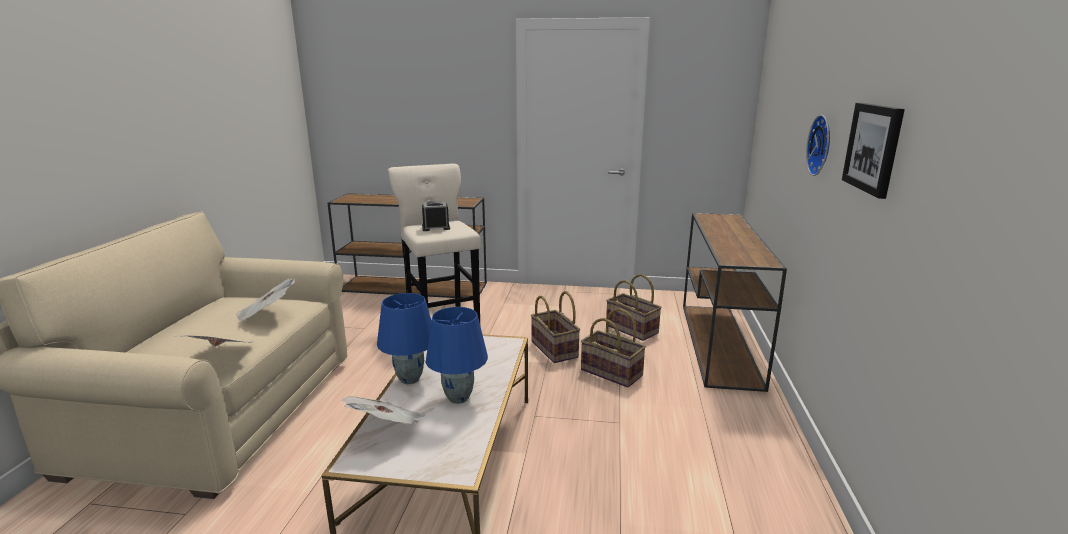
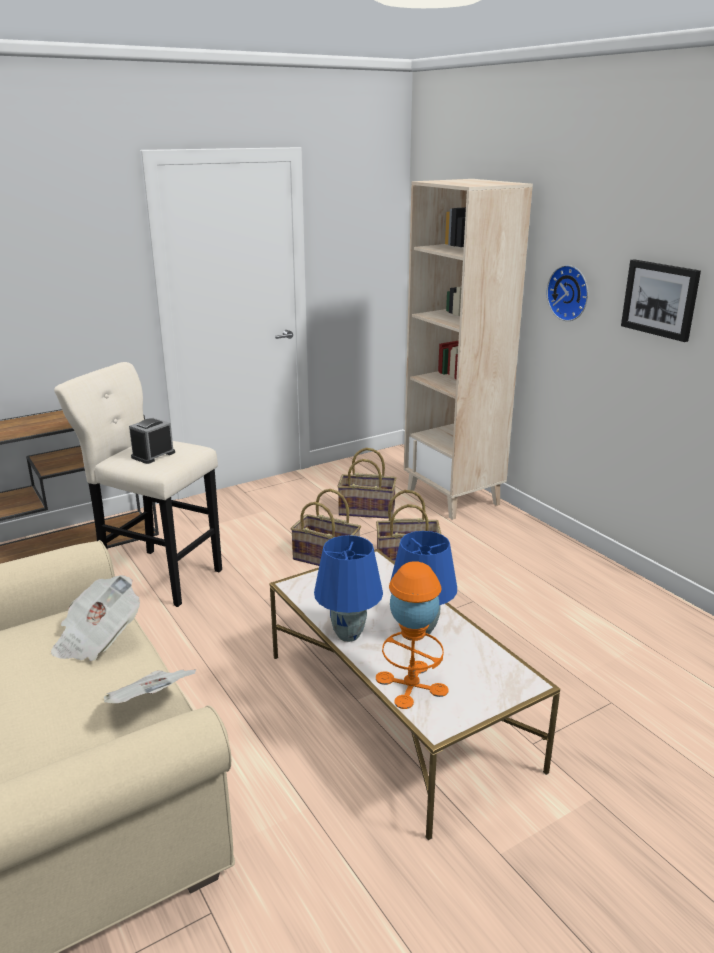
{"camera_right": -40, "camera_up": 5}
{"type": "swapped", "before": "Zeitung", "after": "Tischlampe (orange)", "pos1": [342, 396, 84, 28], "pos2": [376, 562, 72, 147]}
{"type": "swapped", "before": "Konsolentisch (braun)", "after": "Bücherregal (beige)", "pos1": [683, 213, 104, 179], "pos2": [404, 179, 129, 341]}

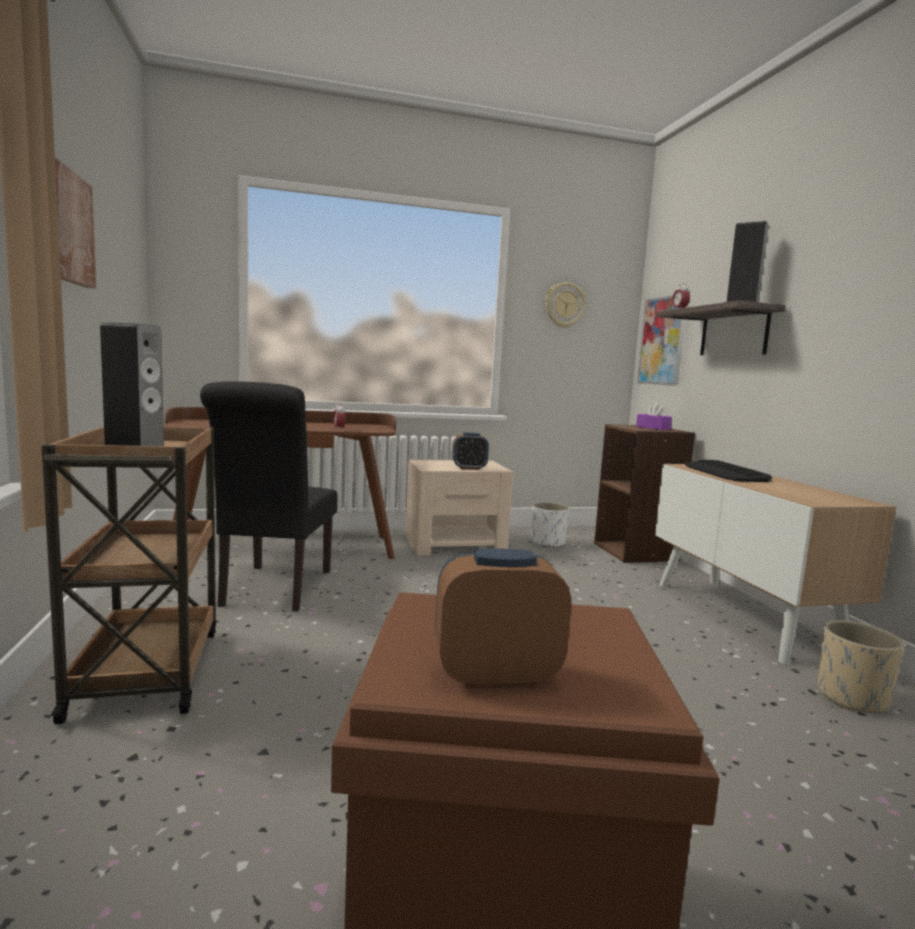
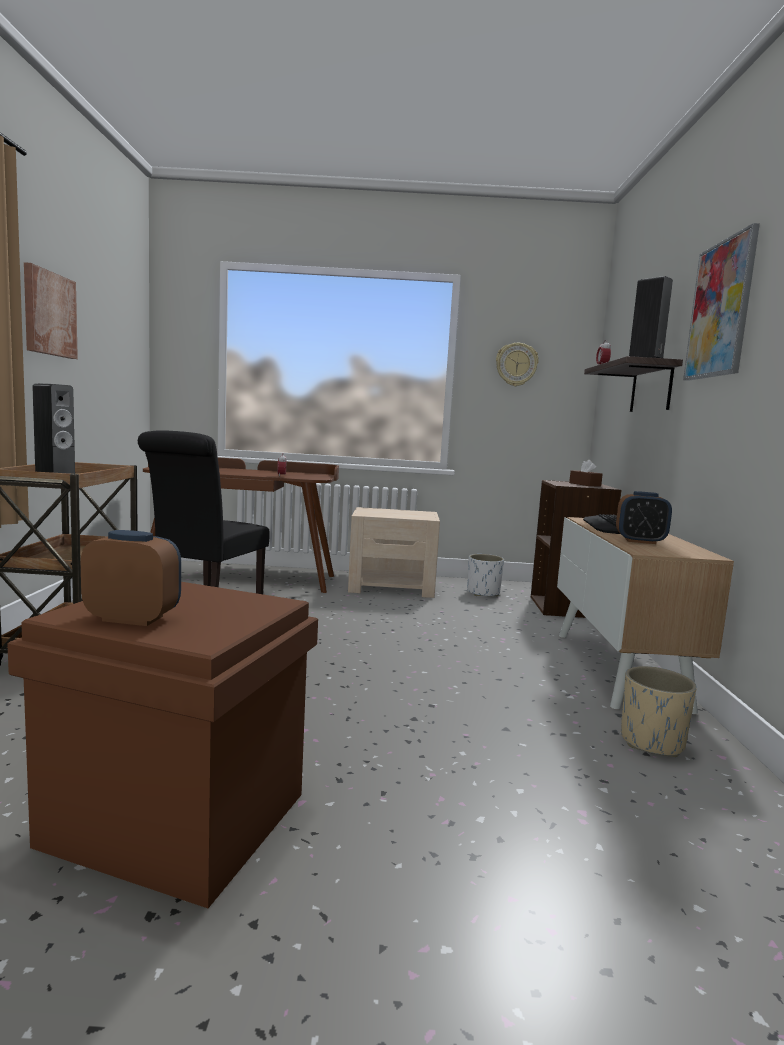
{"camera_right": 15, "camera_up": 0}
{"type": "shifted", "before": "Wecker", "pos1": [453, 432, 36, 38], "pos2": [616, 491, 56, 53]}
{"type": "repainted", "before": "Taschentuchbox (lila)", "after": "Taschentuchbox (braun)", "pos1": [636, 403, 36, 27], "pos2": [569, 460, 34, 26]}
{"type": "shifted", "before": "Bild", "pos1": [638, 295, 49, 91], "pos2": [683, 223, 77, 158]}

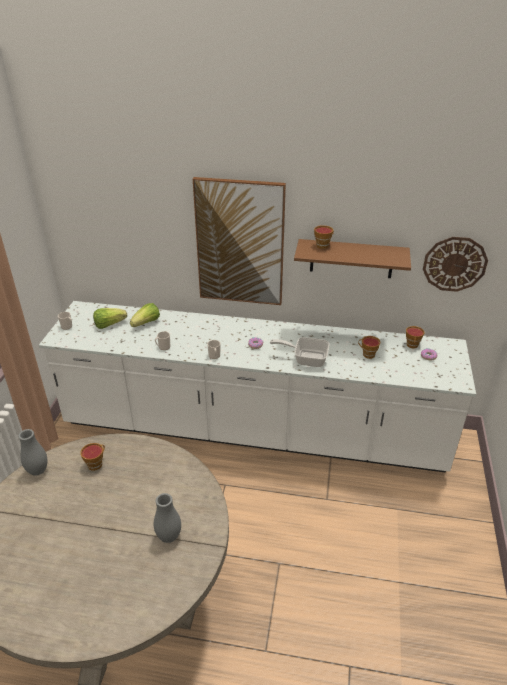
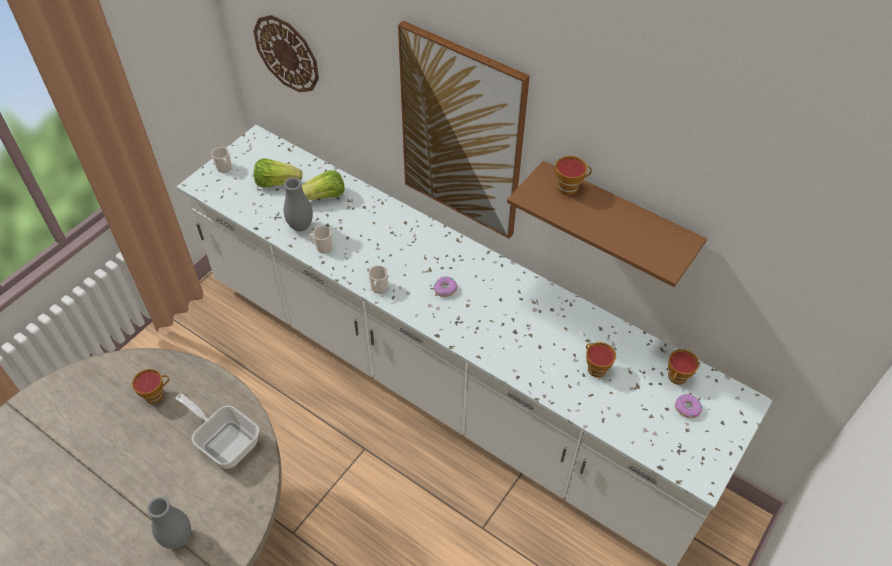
{"camera_right": 25, "camera_up": 15}
{"type": "shifted", "before": "Vase (grau)", "pos1": [18, 429, 30, 47], "pos2": [284, 178, 29, 54]}
{"type": "shifted", "before": "Pfanne", "pos1": [270, 337, 60, 30], "pos2": [175, 394, 84, 75]}
{"type": "shifted", "before": "Wanduhr", "pos1": [423, 237, 65, 55], "pos2": [253, 15, 66, 77]}

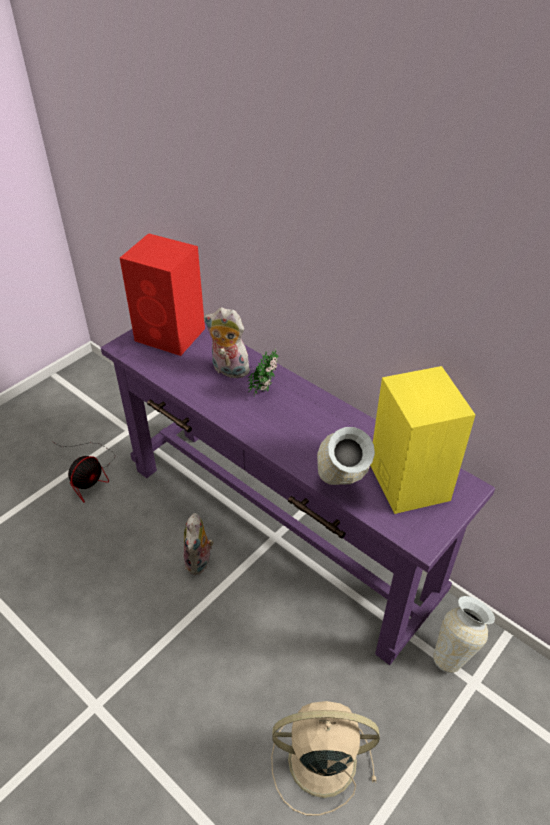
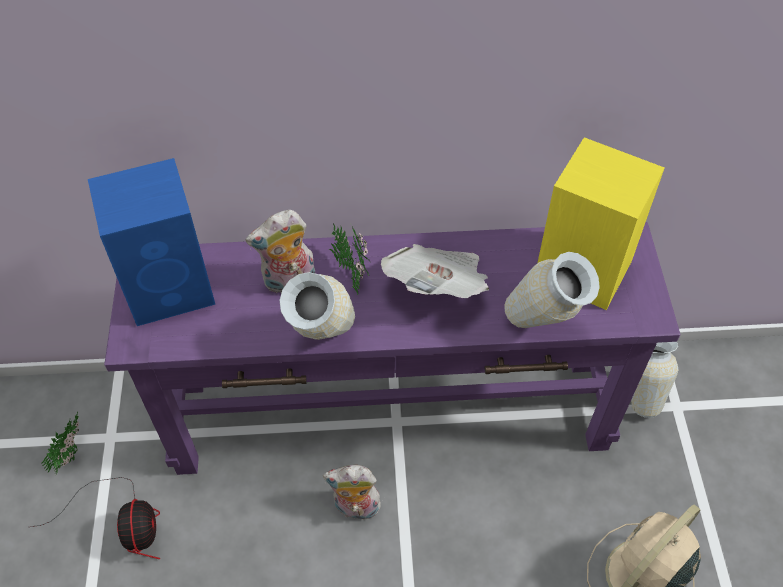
{"camera_right": -45, "camera_up": 10}
{"type": "repainted", "before": "Lautsprecher (rot)", "after": "Lautsprecher (blau)", "pos1": [120, 233, 85, 123], "pos2": [88, 158, 127, 168]}
{"type": "rotated", "before": "Plüschtier", "pos1": [184, 513, 30, 62], "pos2": [323, 465, 58, 55], "turn": 135}
{"type": "new", "after": "Topfpflanze", "pos2": [42, 411, 37, 63]}
{"type": "new", "after": "Vase", "pos2": [279, 272, 76, 68]}
{"type": "new", "after": "Zeitung", "pos2": [381, 244, 108, 54]}

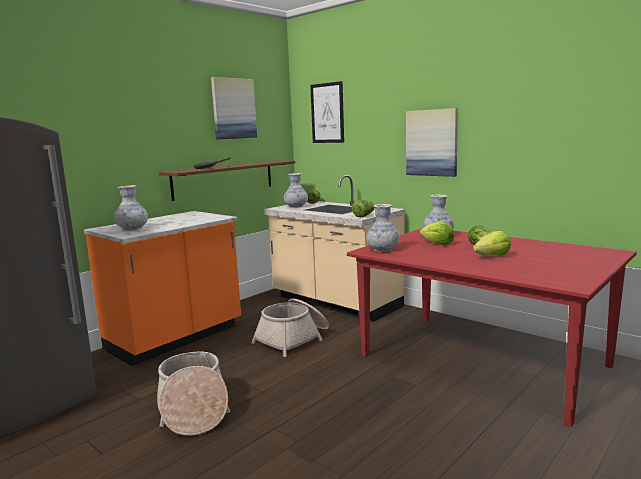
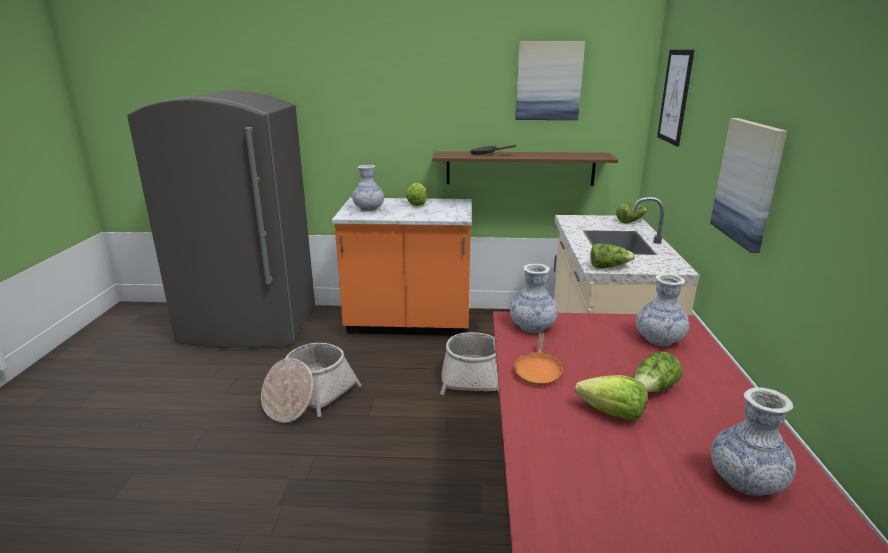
{"camera_right": 50, "camera_up": 10}
{"type": "shifted", "before": "Vase", "pos1": [284, 173, 24, 35], "pos2": [711, 387, 85, 109]}
{"type": "shifted", "before": "Salatkopf", "pos1": [420, 222, 34, 23], "pos2": [406, 183, 21, 23]}
{"type": "new", "after": "Pfanne (orange)", "pos2": [514, 332, 49, 54]}

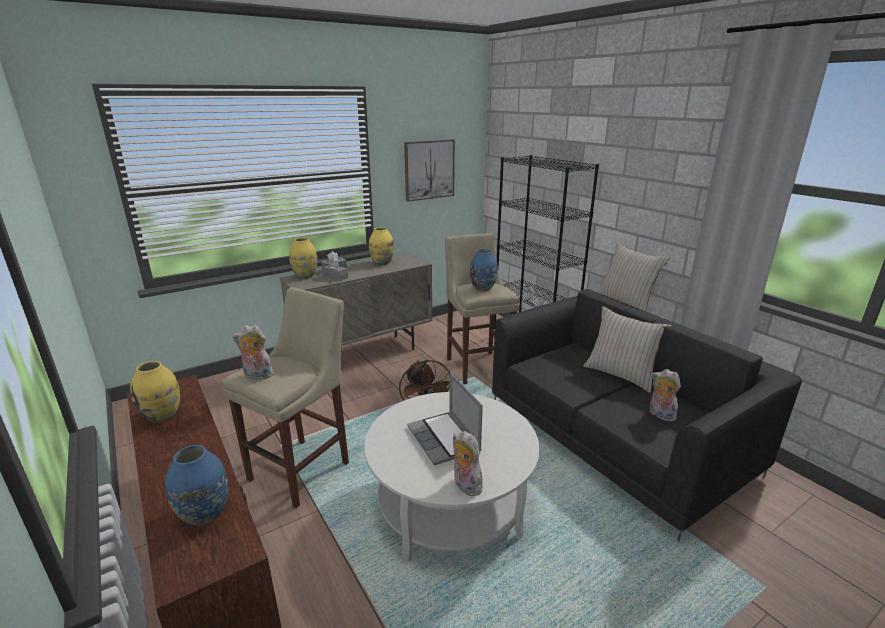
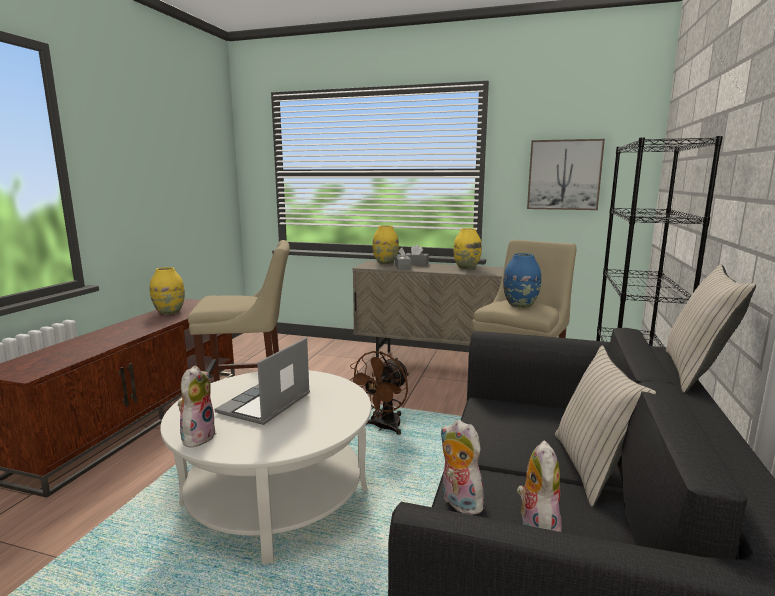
{"camera_right": 50, "camera_up": -10}
{"type": "gone", "before": "Vase (blau)", "pos1": [165, 445, 63, 81]}
{"type": "shifted", "before": "Plüschtier", "pos1": [232, 325, 42, 54], "pos2": [440, 420, 49, 95]}

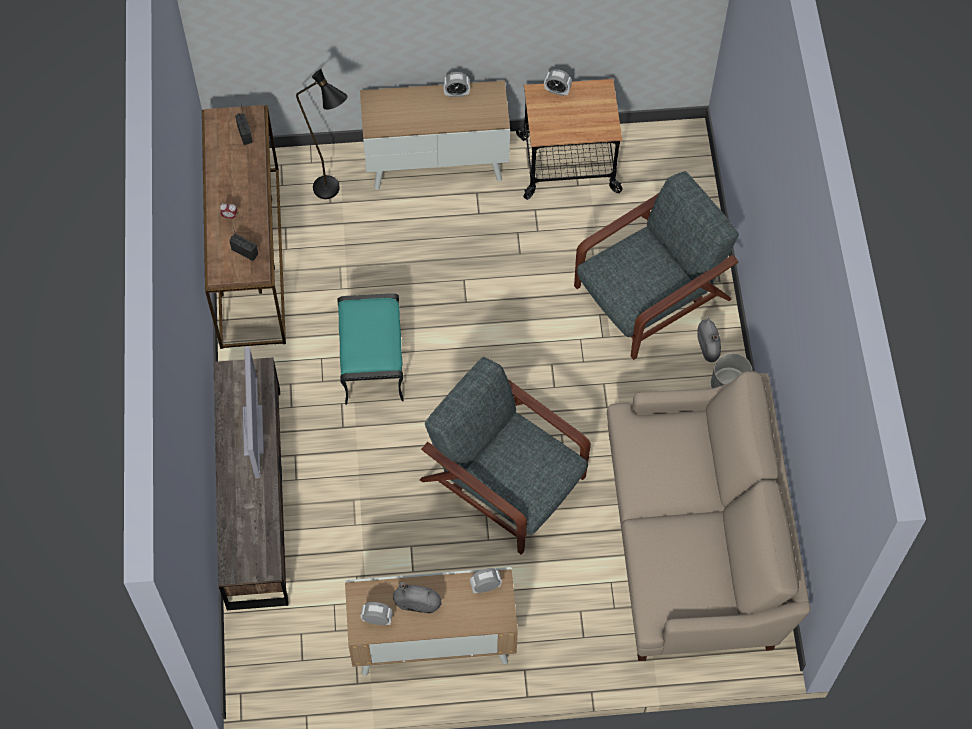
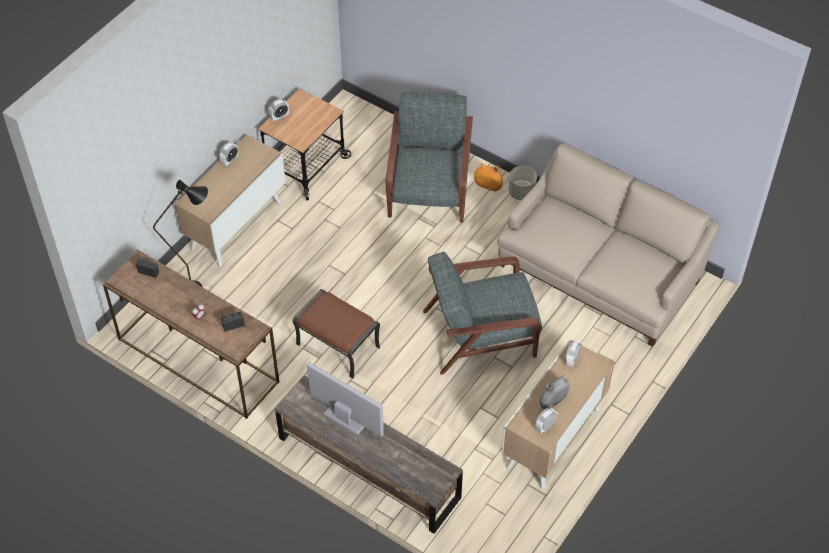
{"camera_right": -50, "camera_up": -10}
{"type": "repainted", "before": "Polsterhocker (türkis)", "after": "Polsterhocker (braun)", "pos1": [338, 293, 66, 112], "pos2": [293, 289, 87, 90]}
{"type": "repainted", "before": "Vase (grau)", "after": "Vase (orange)", "pos1": [697, 317, 24, 45], "pos2": [474, 163, 29, 28]}

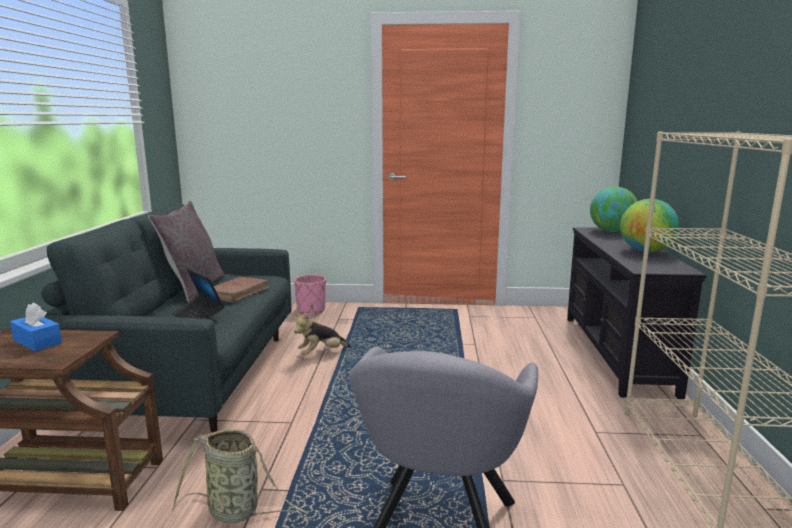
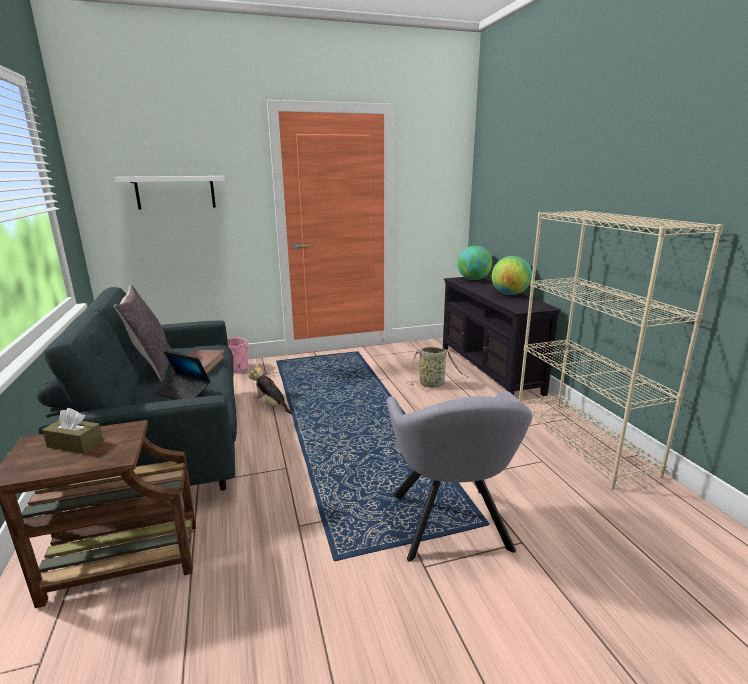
{"camera_right": -20, "camera_up": 5}
{"type": "repainted", "before": "Taschentuchbox (blau)", "after": "Taschentuchbox (braun)", "pos1": [10, 303, 52, 48], "pos2": [42, 408, 61, 46]}
{"type": "shifted", "before": "Korb", "pos1": [172, 429, 136, 94], "pos2": [406, 347, 63, 41]}
{"type": "rotated", "before": "Plüschtier", "pos1": [294, 314, 57, 41], "pos2": [248, 364, 45, 50], "turn": 90}
{"type": "new", "after": "Wandregal (weiß)", "pos2": [115, 176, 110, 34]}

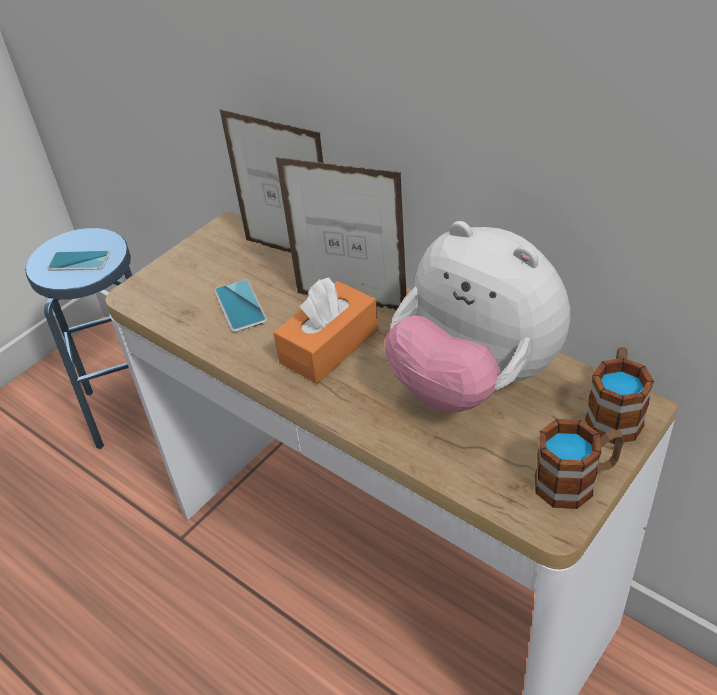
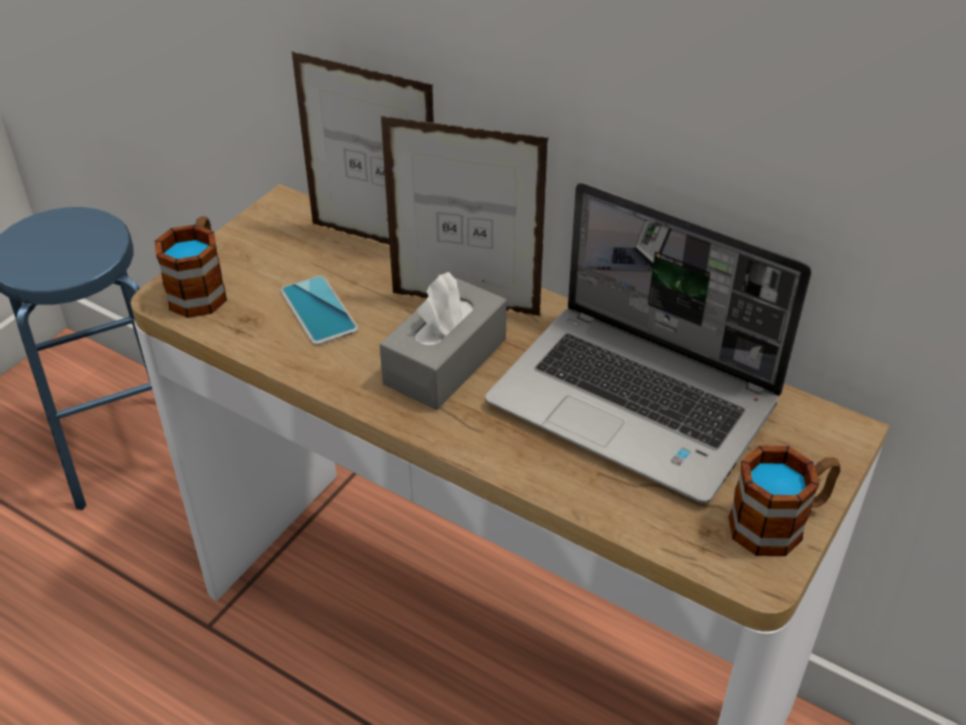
{"camera_right": -10, "camera_up": 0}
{"type": "gone", "before": "Handy", "pos1": [47, 251, 63, 20]}
{"type": "repainted", "before": "Taschentuchbox (orange)", "after": "Taschentuchbox (grau)", "pos1": [273, 278, 105, 106], "pos2": [379, 272, 128, 138]}
{"type": "swapped", "before": "Plüschtier", "after": "Laptop", "pos1": [385, 221, 185, 192], "pos2": [485, 182, 327, 321]}
{"type": "shifted", "before": "Henkelbecher", "pos1": [585, 347, 69, 97], "pos2": [155, 216, 72, 102]}

